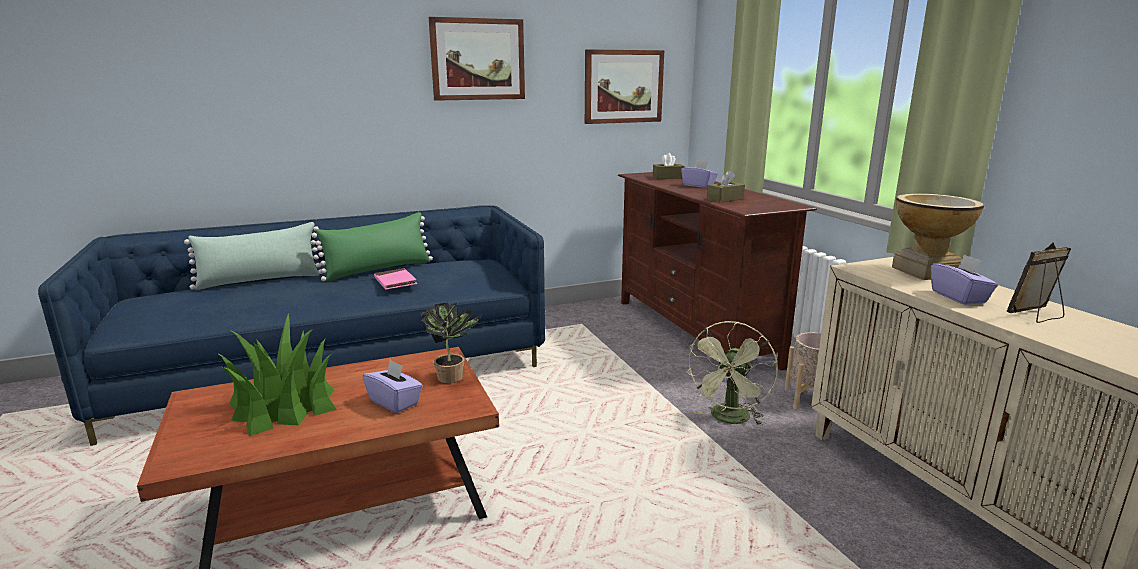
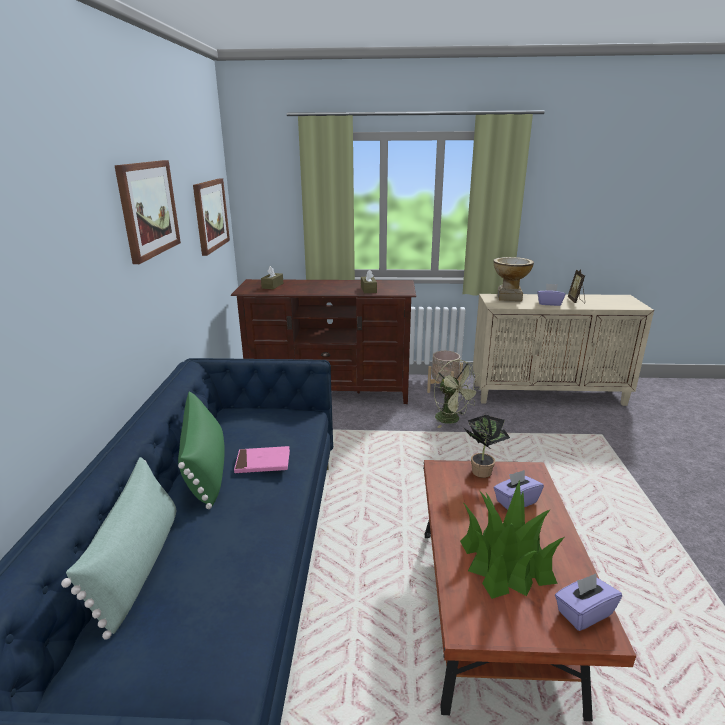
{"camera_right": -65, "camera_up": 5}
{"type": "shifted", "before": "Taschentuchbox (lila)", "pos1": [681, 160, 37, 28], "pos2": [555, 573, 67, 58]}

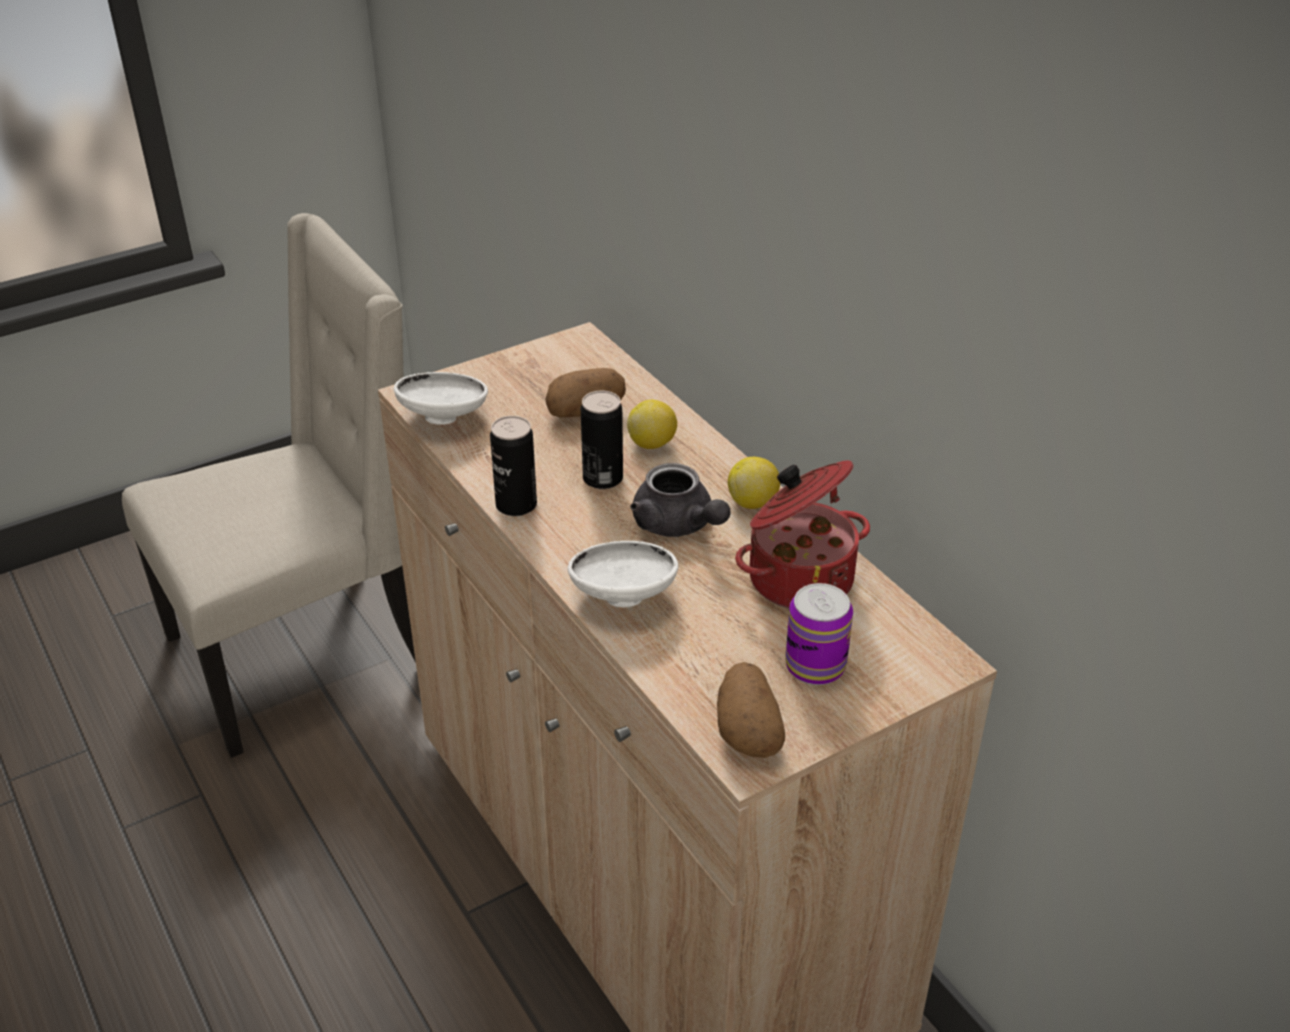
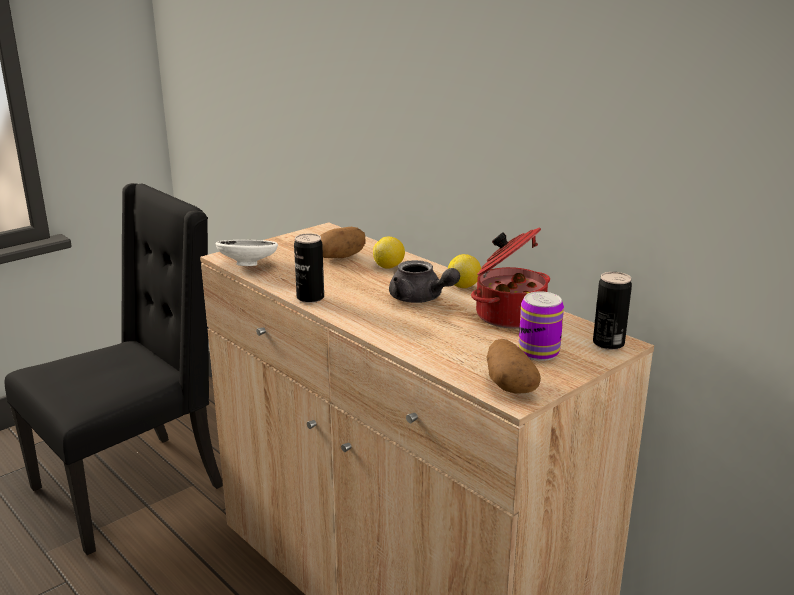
{"camera_right": -10, "camera_up": -15}
{"type": "repainted", "before": "Stuhl (beige)", "after": "Stuhl (schwarz)", "pos1": [122, 213, 294, 545], "pos2": [5, 183, 218, 372]}
{"type": "gone", "before": "Schüssel (weiß)", "pos1": [568, 541, 110, 66]}
{"type": "shifted", "before": "Dose", "pos1": [581, 390, 42, 99], "pos2": [593, 272, 39, 78]}

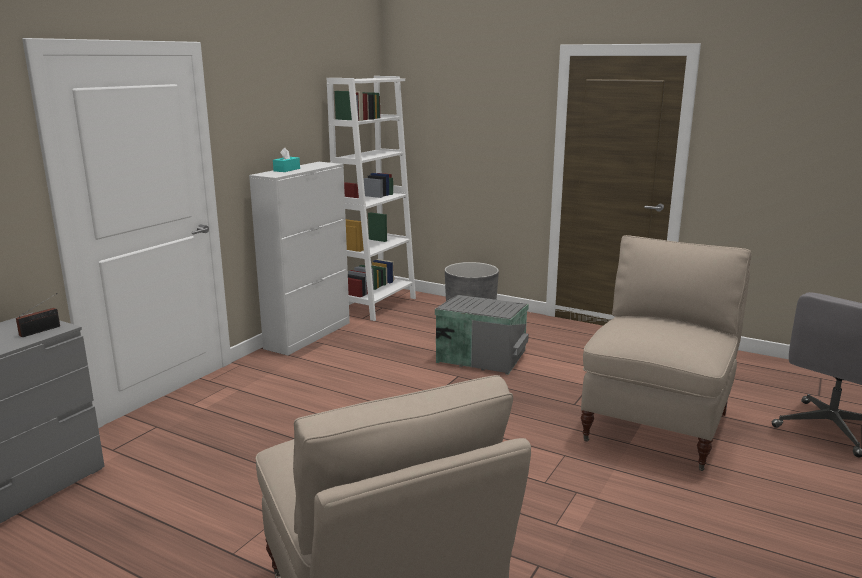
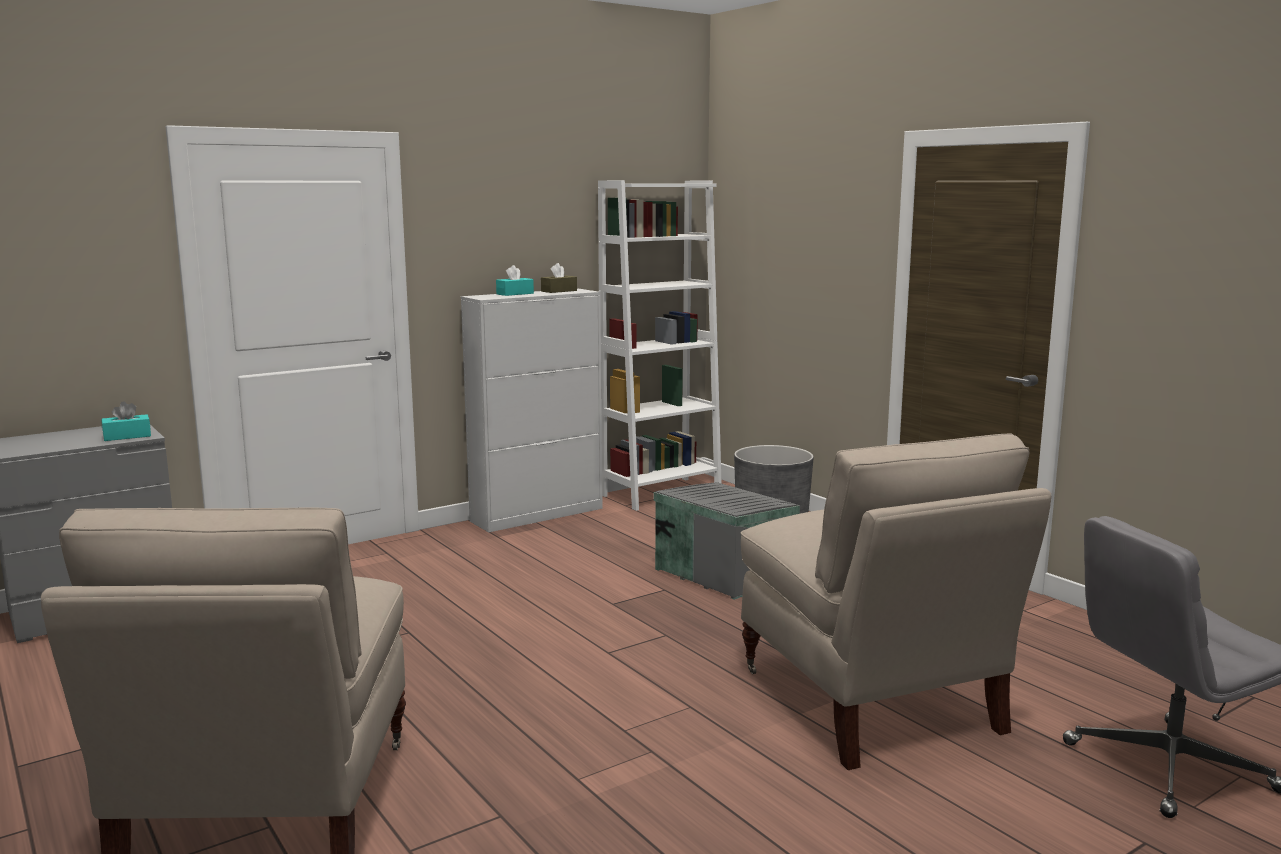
{"camera_right": 25, "camera_up": -5}
{"type": "swapped", "before": "Radio", "after": "Taschentuchbox (türkis)", "pos1": [16, 293, 44, 44], "pos2": [102, 401, 49, 40]}
{"type": "rotated", "before": "Stuhl (beige)", "pos1": [581, 235, 170, 236], "pos2": [741, 434, 310, 336], "turn": 105}
{"type": "new", "after": "Taschentuchbox (braun)", "pos2": [541, 263, 36, 30]}

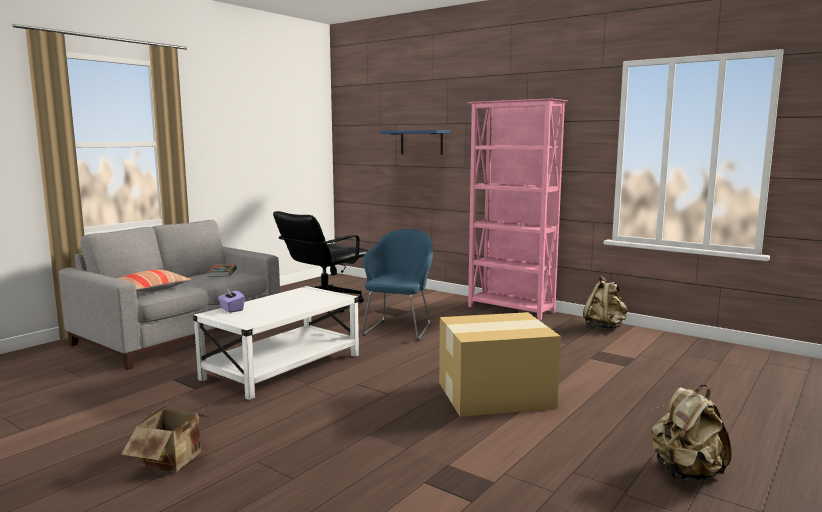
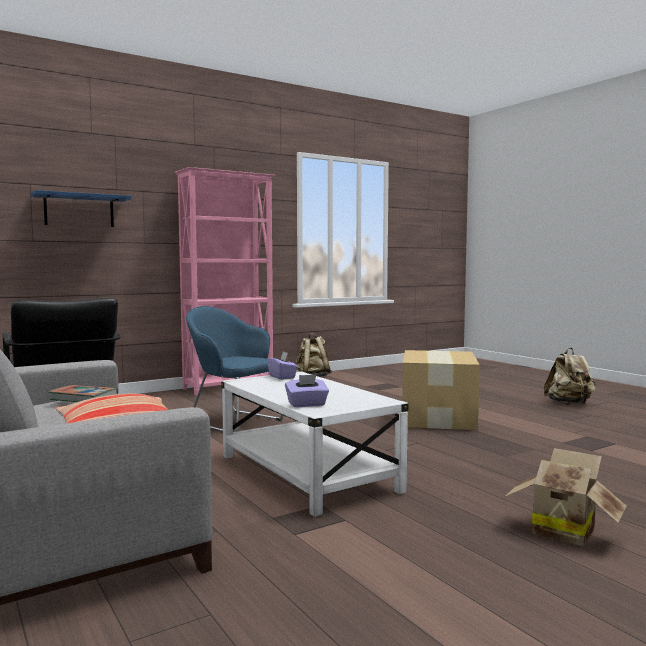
{"camera_right": -70, "camera_up": -5}
{"type": "new", "after": "Taschentuchbox (lila)", "pos2": [267, 351, 31, 29]}

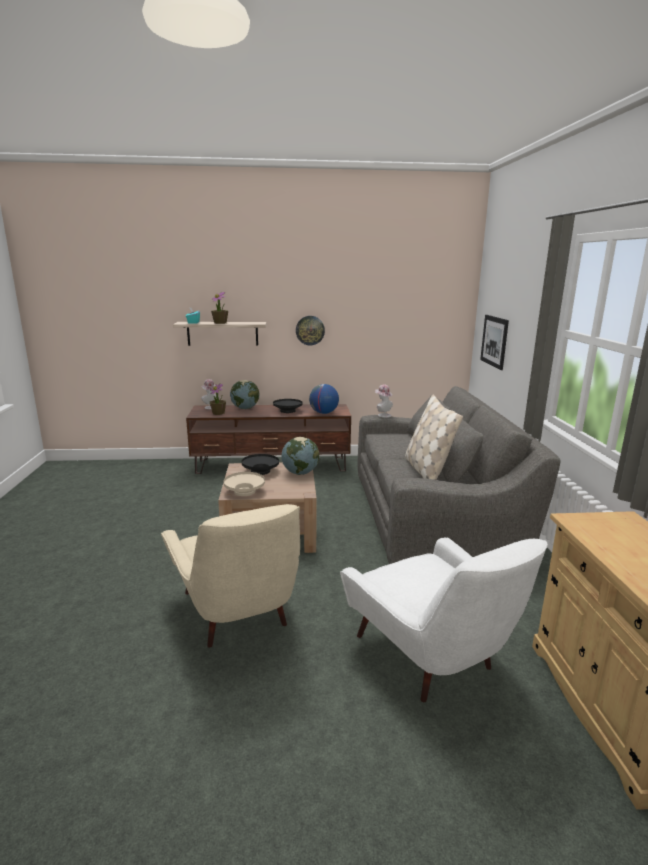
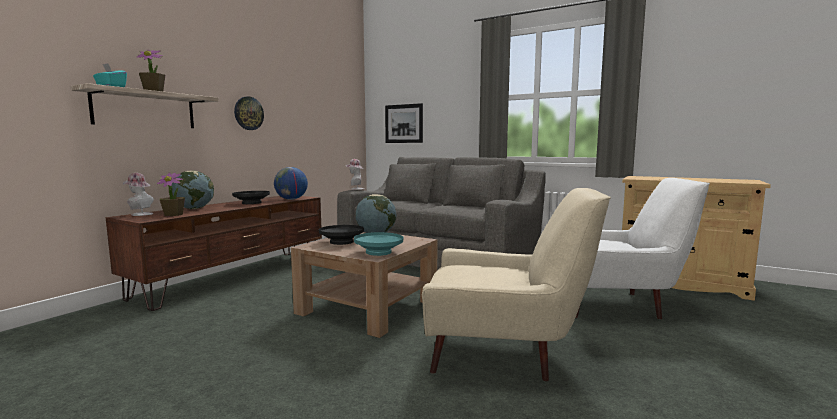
{"camera_right": -55, "camera_up": -10}
{"type": "repainted", "before": "Schüssel (beige)", "after": "Schüssel (türkis)", "pos1": [223, 472, 42, 24], "pos2": [354, 232, 50, 24]}
{"type": "gone", "before": "Kissen (beige)", "pos1": [405, 395, 58, 85]}

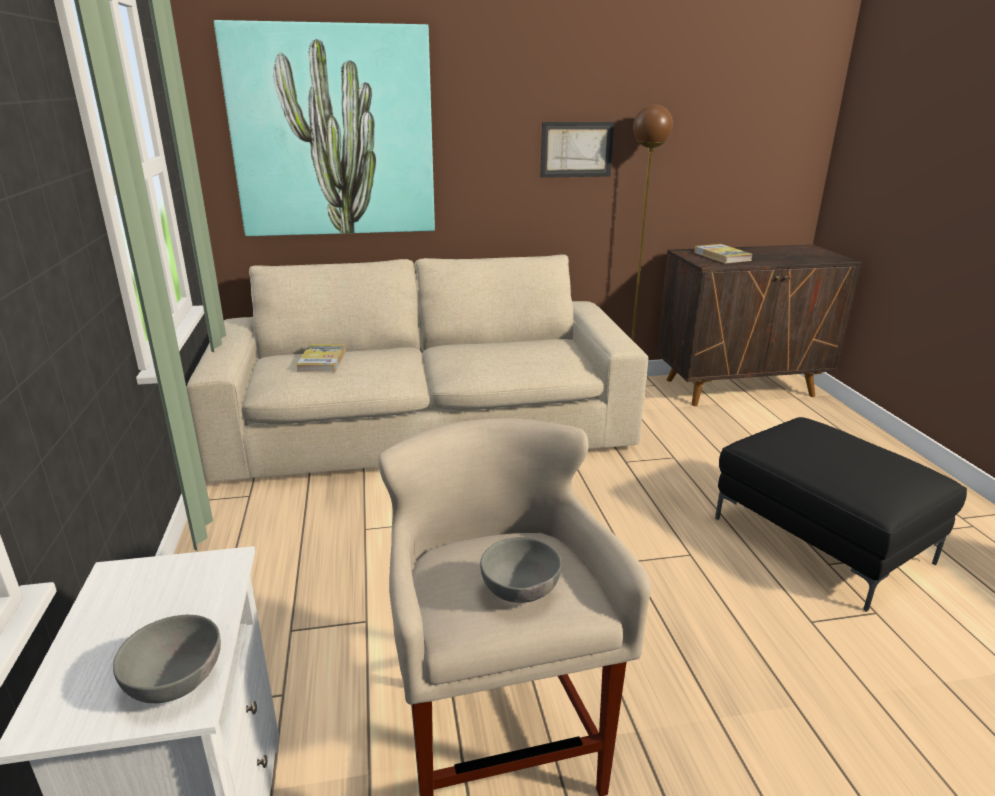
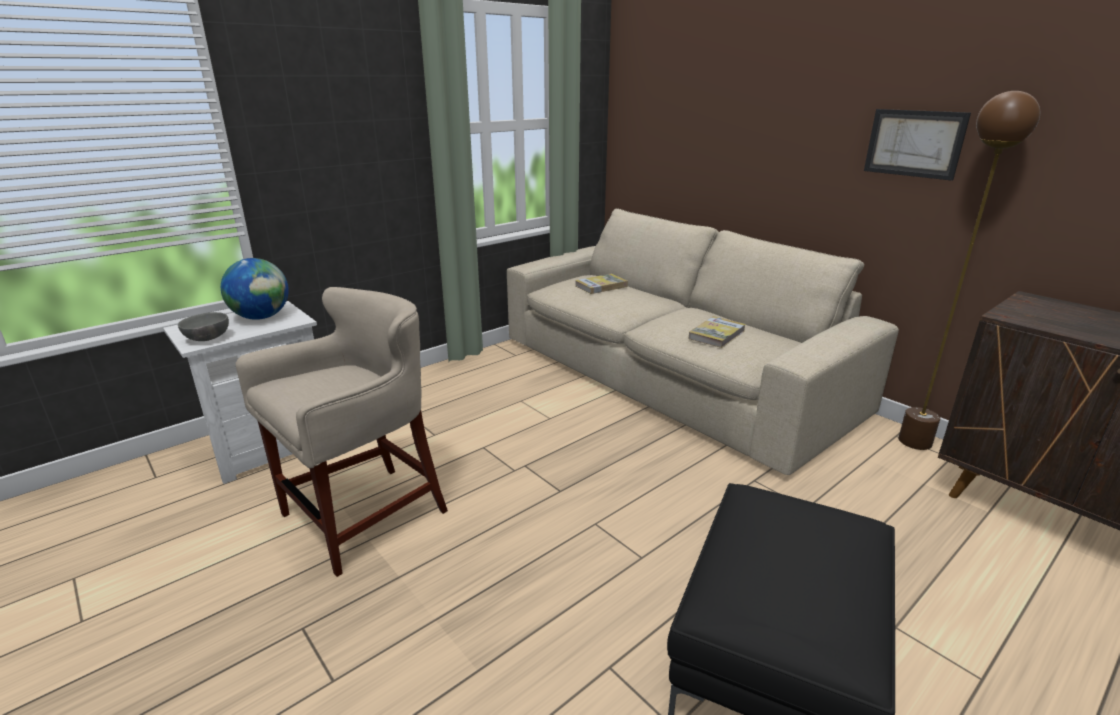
{"camera_right": 60, "camera_up": 0}
{"type": "gone", "before": "Bild", "pos1": [214, 20, 221, 216]}
{"type": "gone", "before": "Schüssel (grau)", "pos1": [480, 537, 81, 66]}
{"type": "shifted", "before": "Buch", "pos1": [694, 244, 58, 20], "pos2": [689, 316, 57, 32]}
{"type": "new", "after": "Globus", "pos2": [221, 258, 68, 62]}

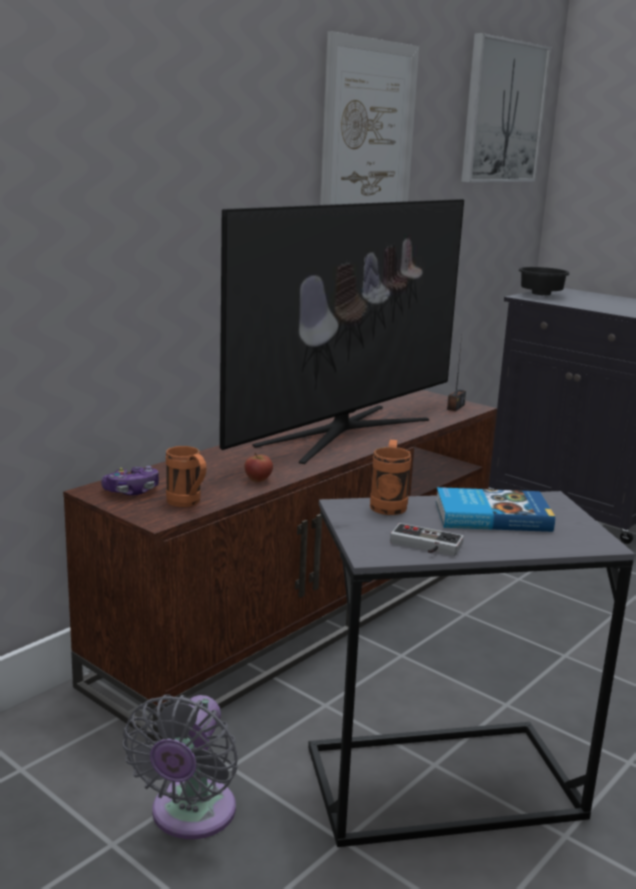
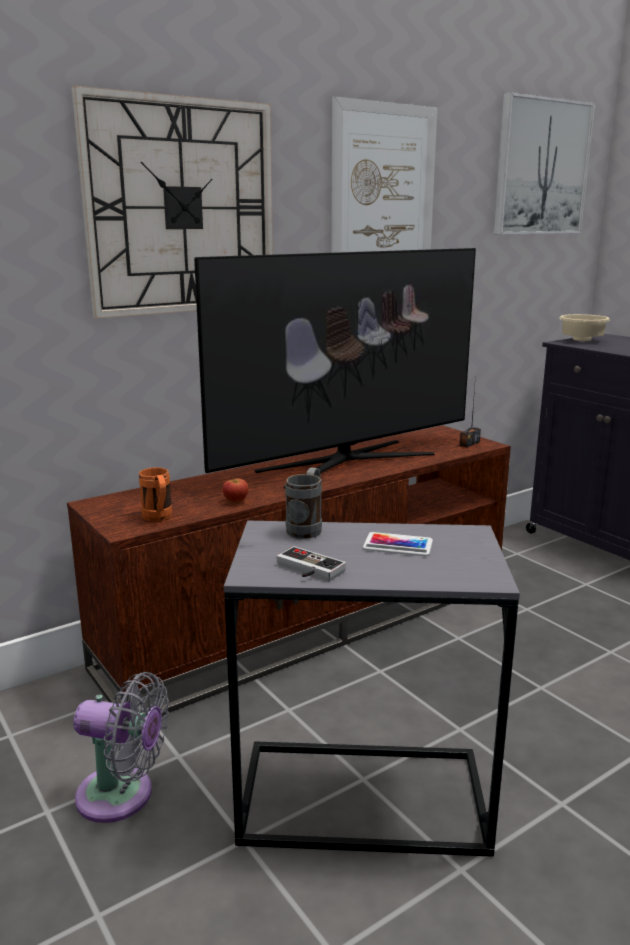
{"camera_right": 15, "camera_up": 0}
{"type": "gone", "before": "Gamepad", "pos1": [101, 466, 58, 29]}
{"type": "rotated", "before": "Ventilator (grau)", "pos1": [123, 694, 115, 145], "pos2": [73, 672, 96, 151], "turn": -105}
{"type": "repainted", "before": "Henkelbecher (orange)", "after": "Henkelbecher (grau)", "pos1": [370, 440, 41, 75], "pos2": [285, 468, 37, 71]}
{"type": "swapped", "before": "Buch", "after": "Handy", "pos1": [436, 487, 119, 45], "pos2": [363, 532, 70, 24]}
{"type": "repainted", "before": "Schüssel (schwarz)", "after": "Schüssel (beige)", "pos1": [518, 267, 52, 28], "pos2": [560, 314, 50, 27]}
{"type": "new", "after": "Wanduhr", "pos2": [71, 86, 202, 232]}

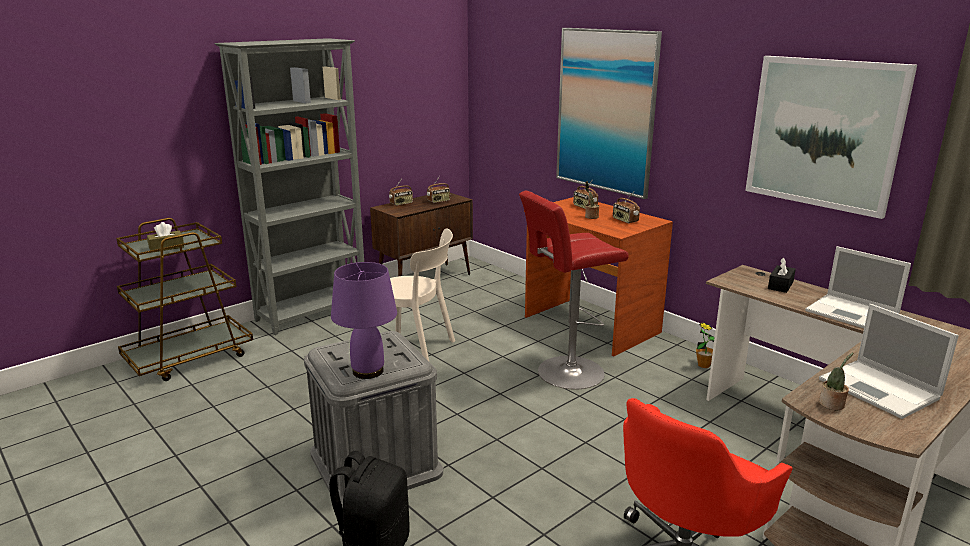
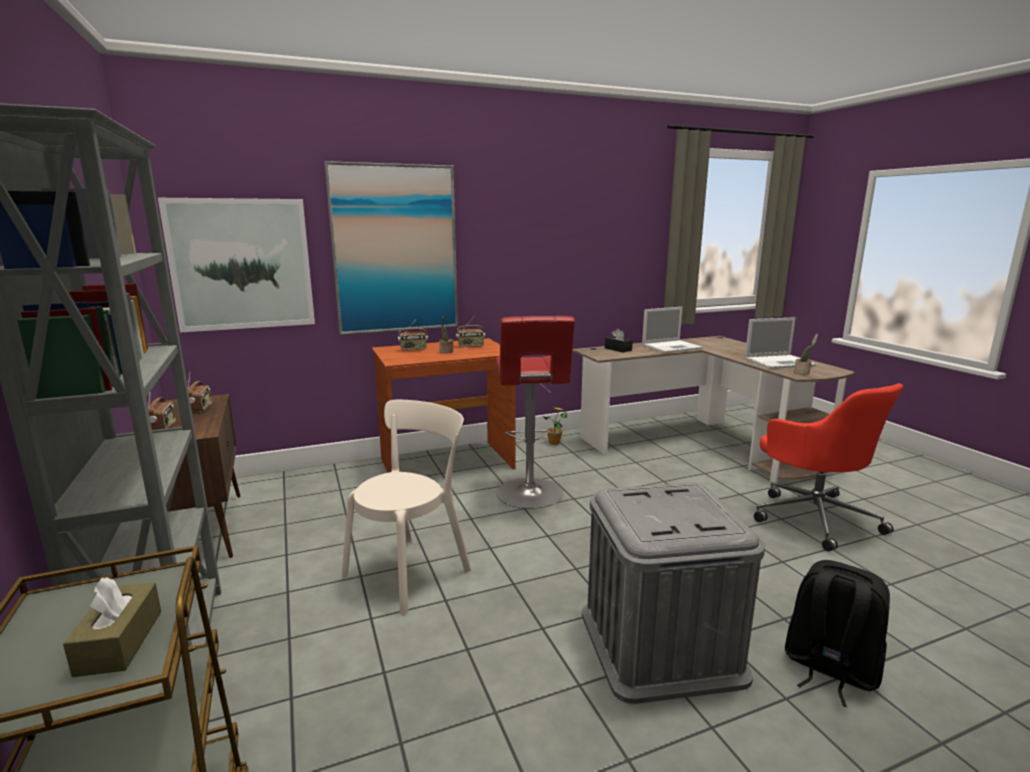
{"camera_right": -70, "camera_up": -5}
{"type": "gone", "before": "Tischlampe (lila)", "pos1": [331, 262, 66, 117]}
{"type": "shifted", "before": "Bild", "pos1": [745, 56, 172, 163], "pos2": [158, 198, 157, 135]}

